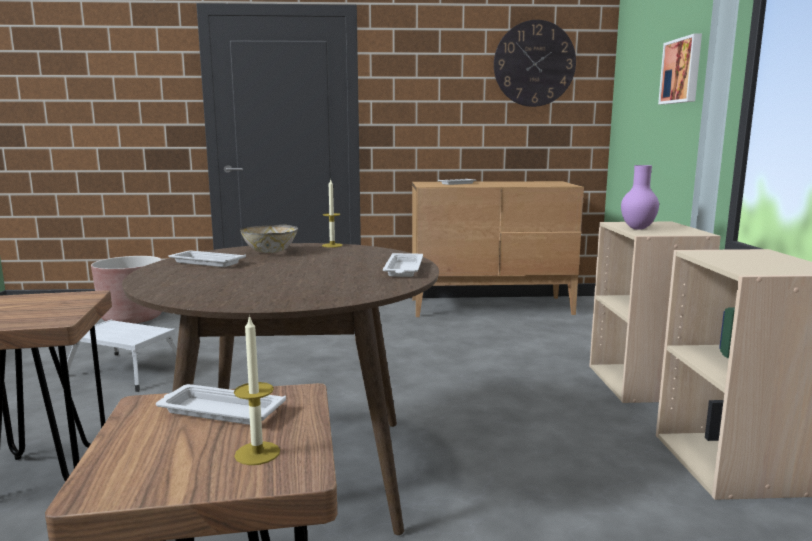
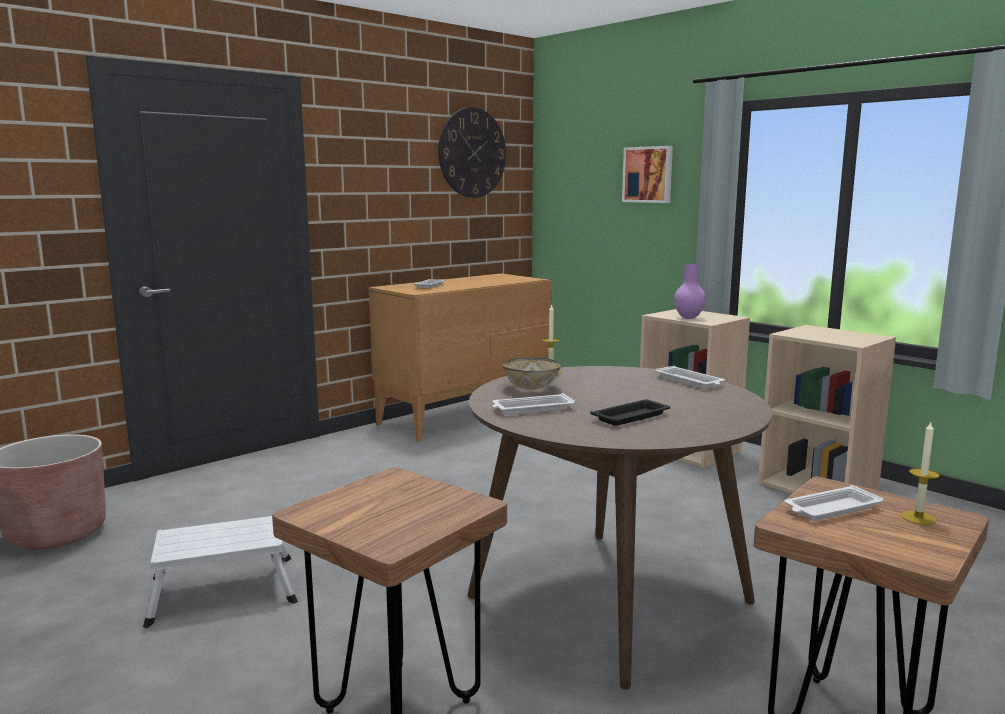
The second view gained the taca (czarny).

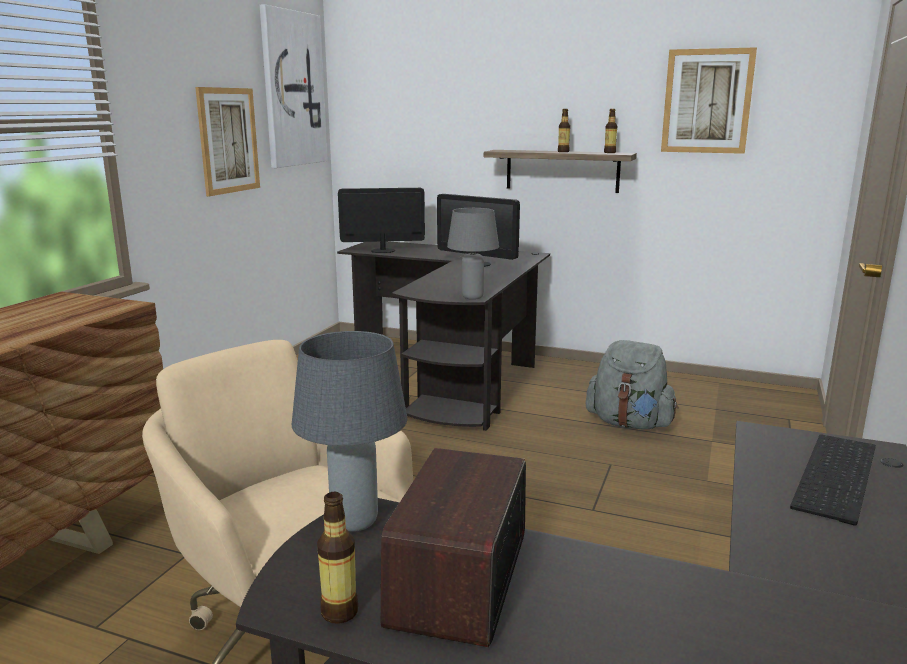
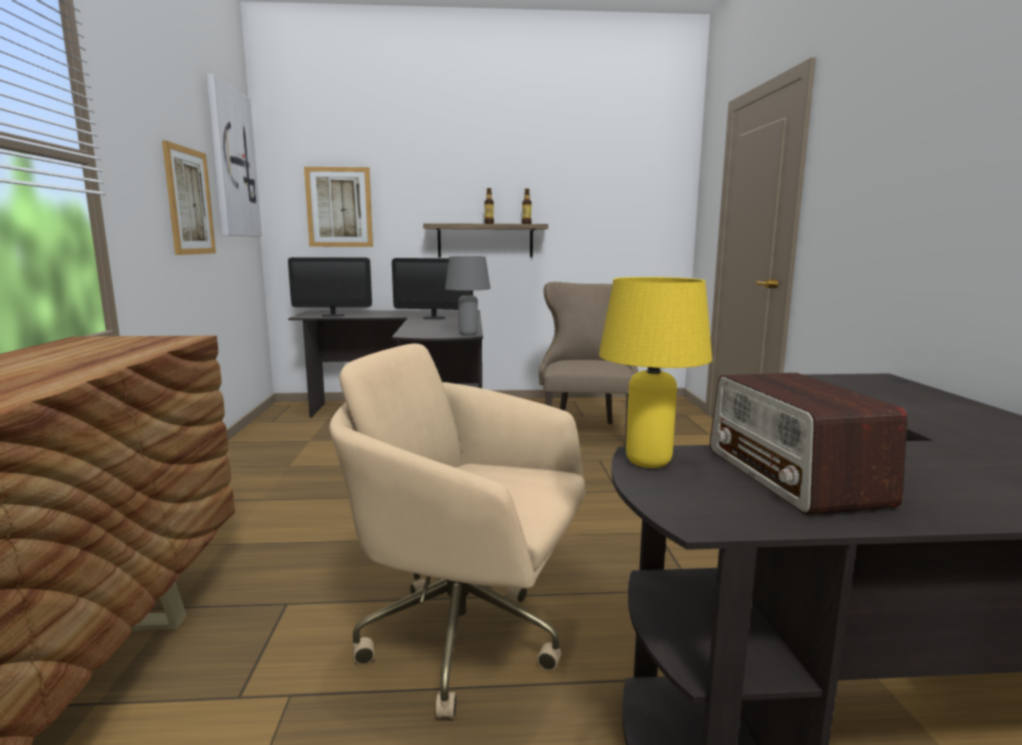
The obraz (no. 3 from left) ended up elsewhere.
The monitor (no. 1 from left) ended up facing another way, 150 degrees counterclockwise from before.
What was the lampa stołowa (szary) (no. 1 from left) turned into the lampa stołowa (żółty).
Where the plecak (szary) stood, the krzesło (beżowy) came to stand.
The second view lost the klawiatura.
The second view lost the butelka (no. 1 from left).

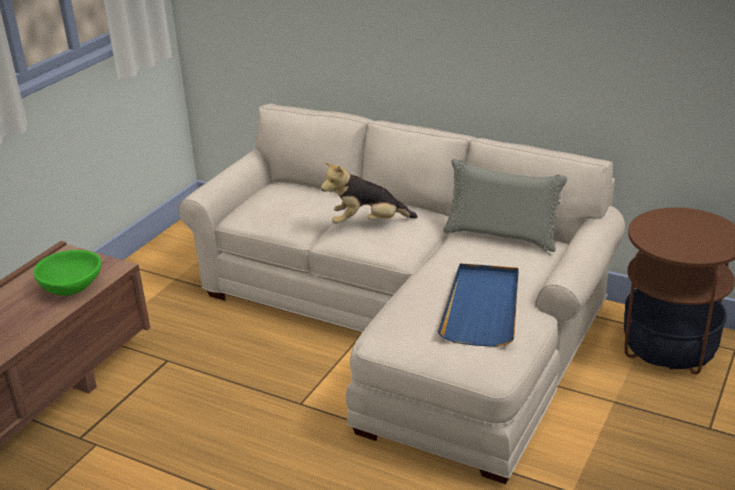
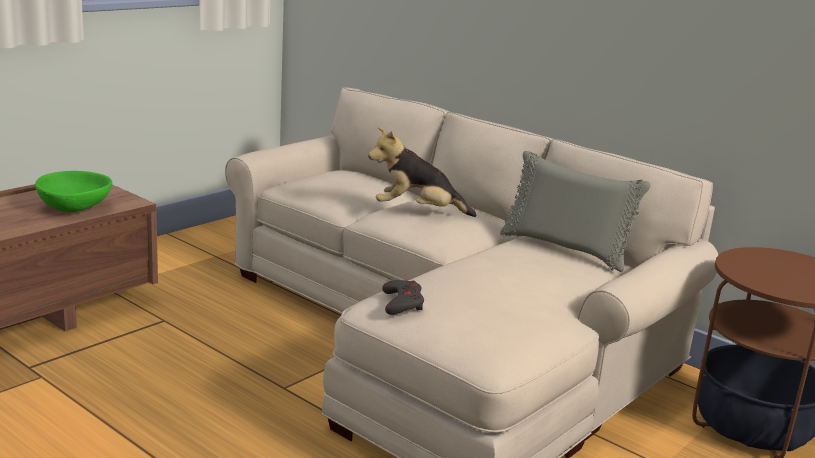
The second view lost the taca (niebieski).
The second view gained the pad do gier (szary).

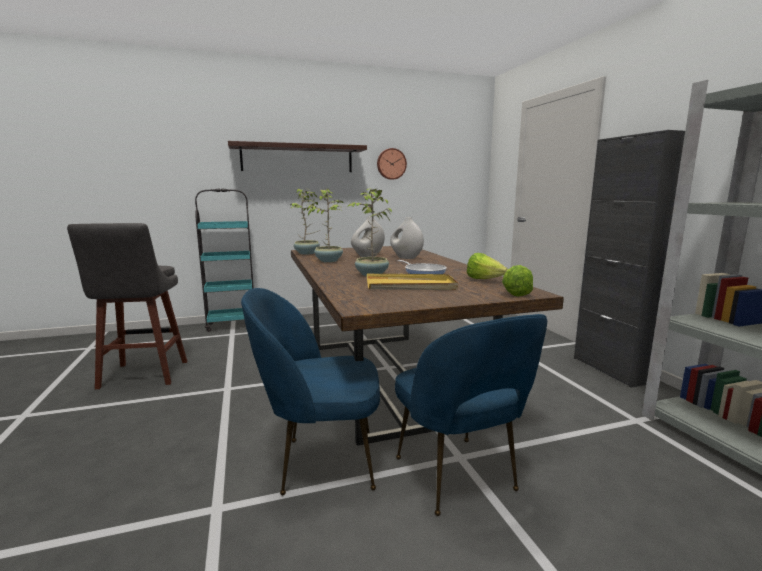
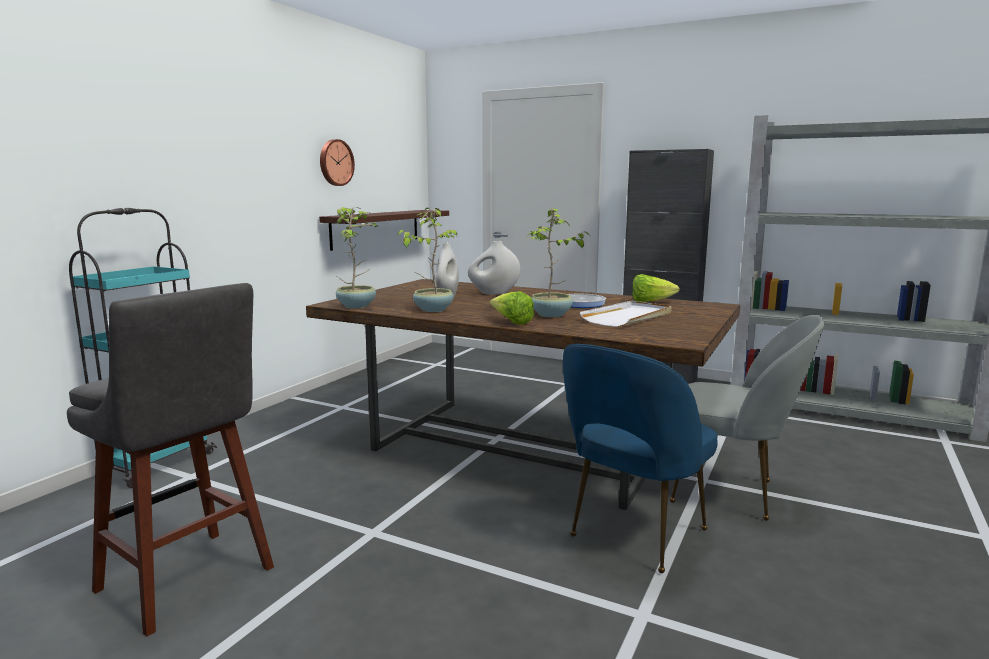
The półka ended up elsewhere.
The sałata (no. 2 from left in the first image) ended up elsewhere.
What was the taca (żółty) turned into the taca (biały).
What was the krzesło (niebieski) (no. 2 from left) turned into the krzesło (szary).

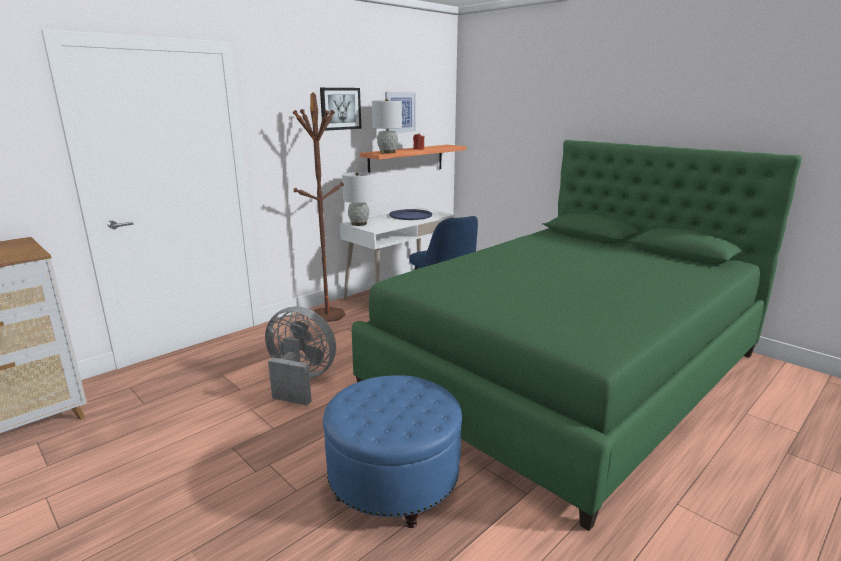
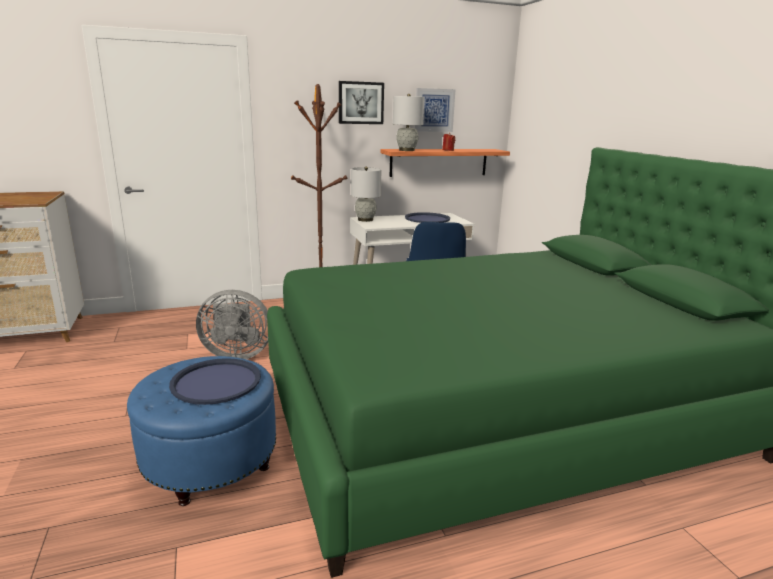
The wentylator (szary) ended up facing another way, 135 degrees clockwise from before.
The second view gained the taca (niebieski) (no. 1 from left).

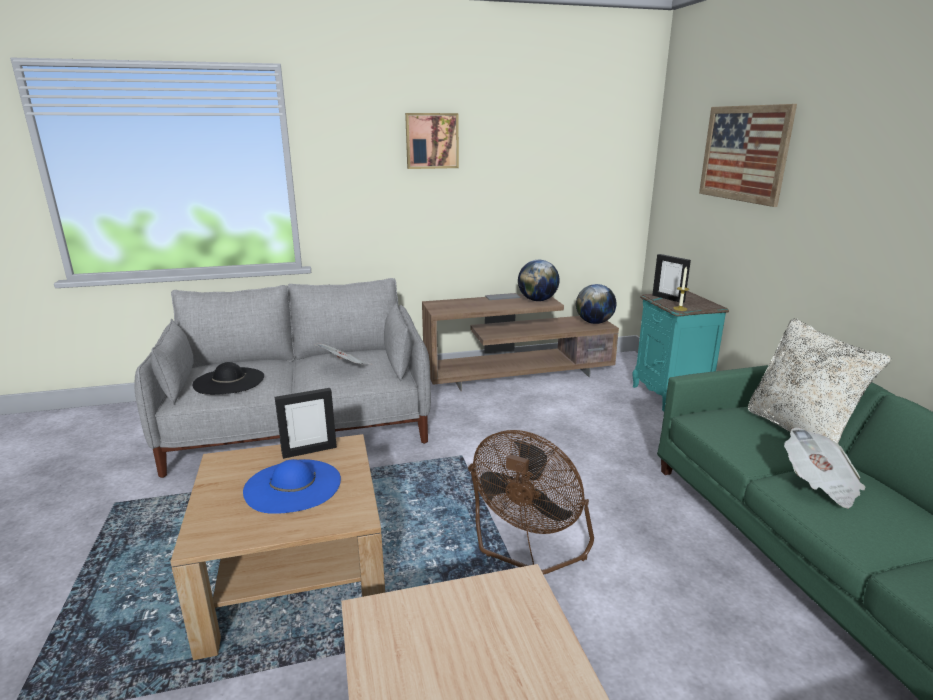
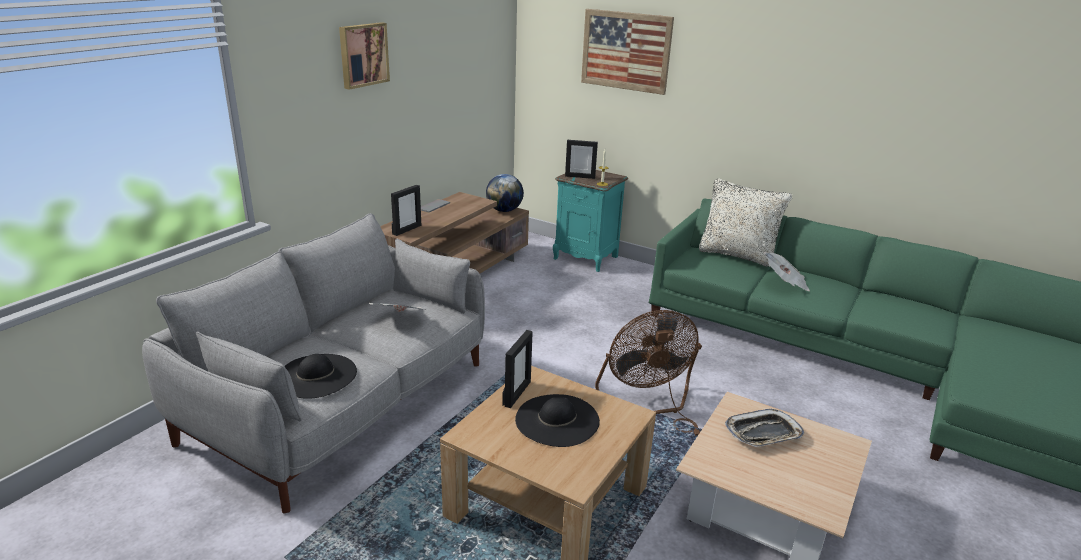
The second view lost the globus (no. 1 from left).
What was the kapelusz (niebieski) turned into the kapelusz (czarny) (no. 2 from left).
The second view gained the ramka na zdjęcie (no. 1 from left).
The second view gained the taca.

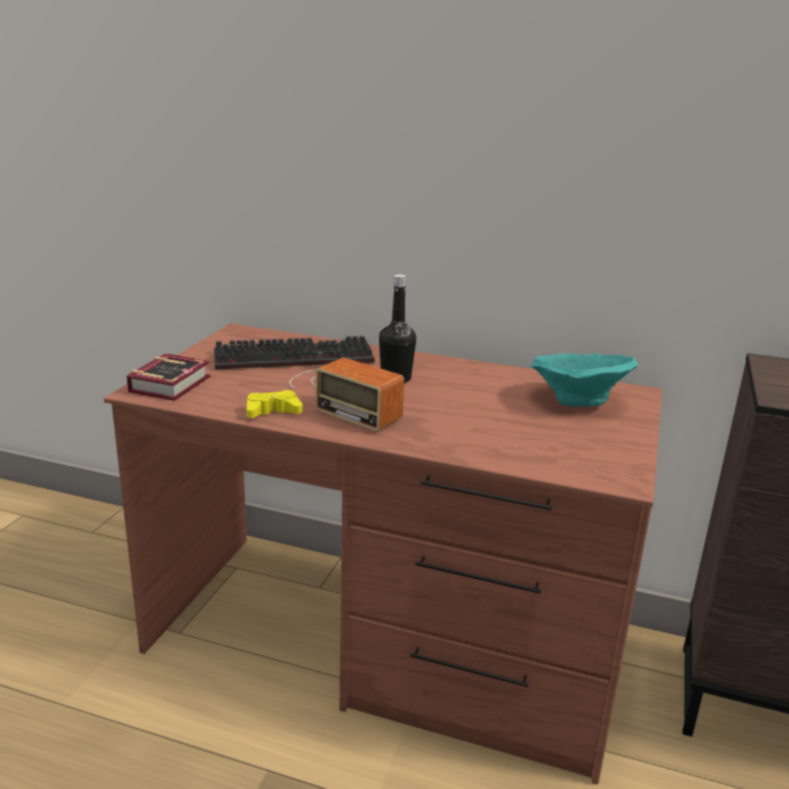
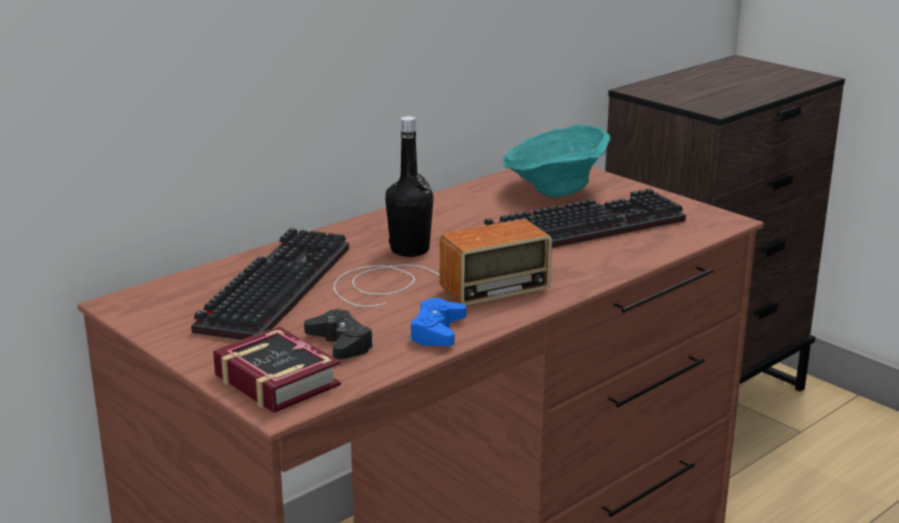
What was the pad do gier (żółty) turned into the pad do gier (niebieski).
The second view gained the klawiatura (no. 2 from left).
The second view gained the pad do gier (czarny).

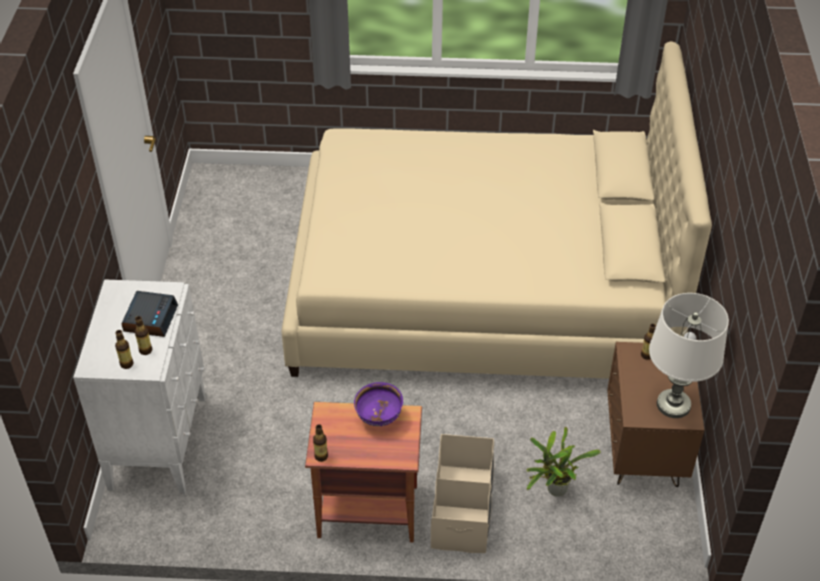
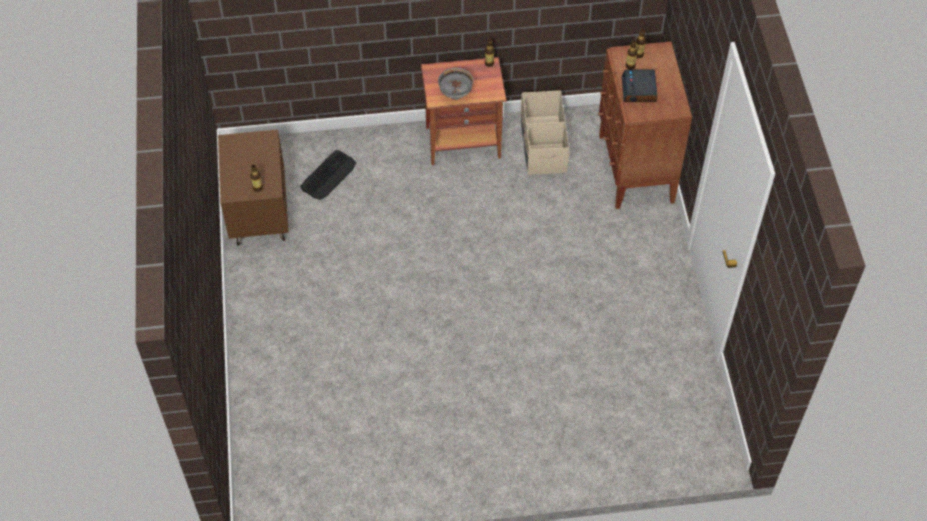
The second view lost the łóżko (beżowy).
What was the komoda (biały) turned into the komoda (brązowy).
The second view lost the lampa stołowa (biały).
What was the miska (fioletowy) turned into the miska (szary).
Where the roślina doniczkowa stood, the klawiatura came to stand.
The pojemnik do przechowywania (beżowy) ended up elsewhere.

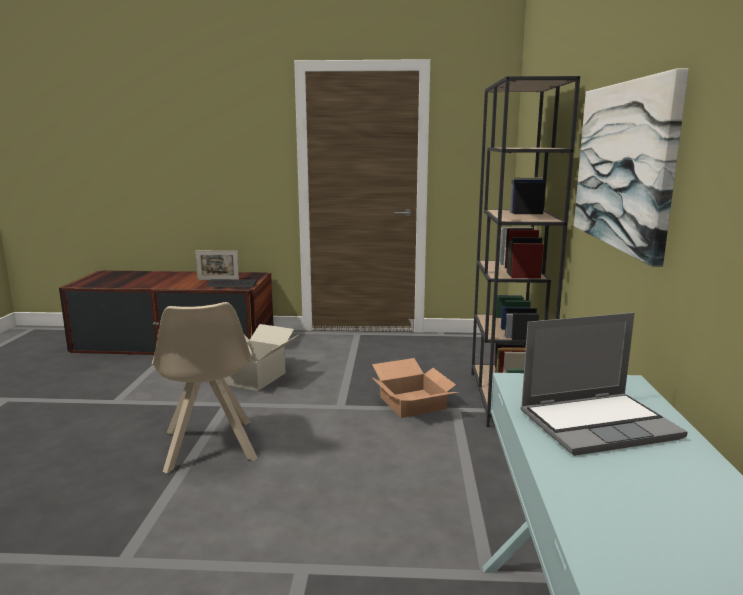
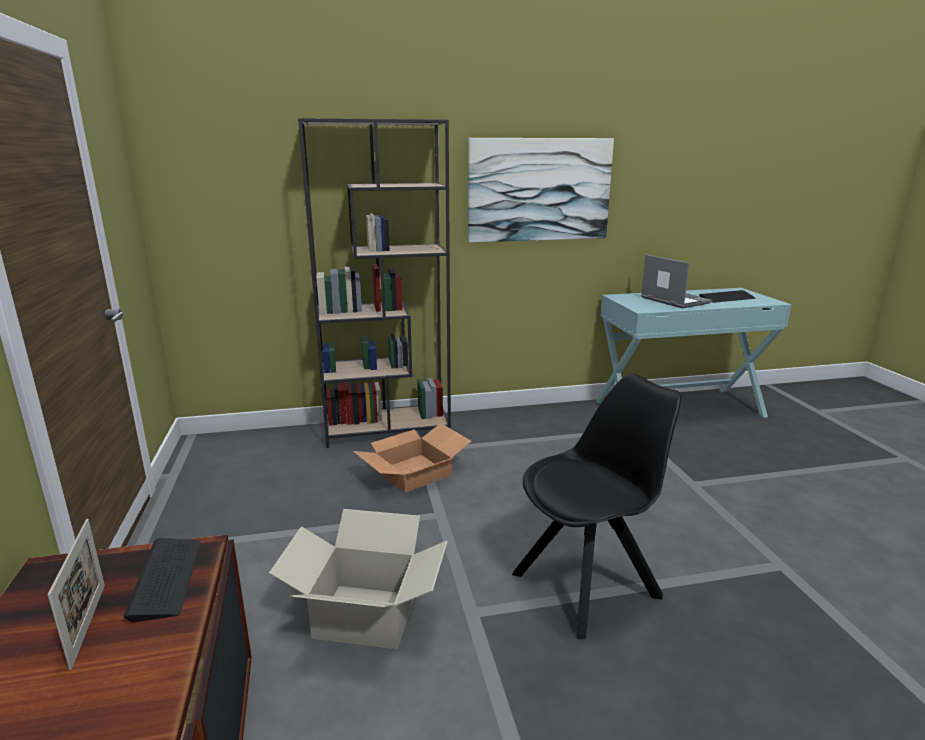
What was the krzesło (beżowy) turned into the krzesło (czarny).
The second view gained the klawiatura (no. 2 from left).

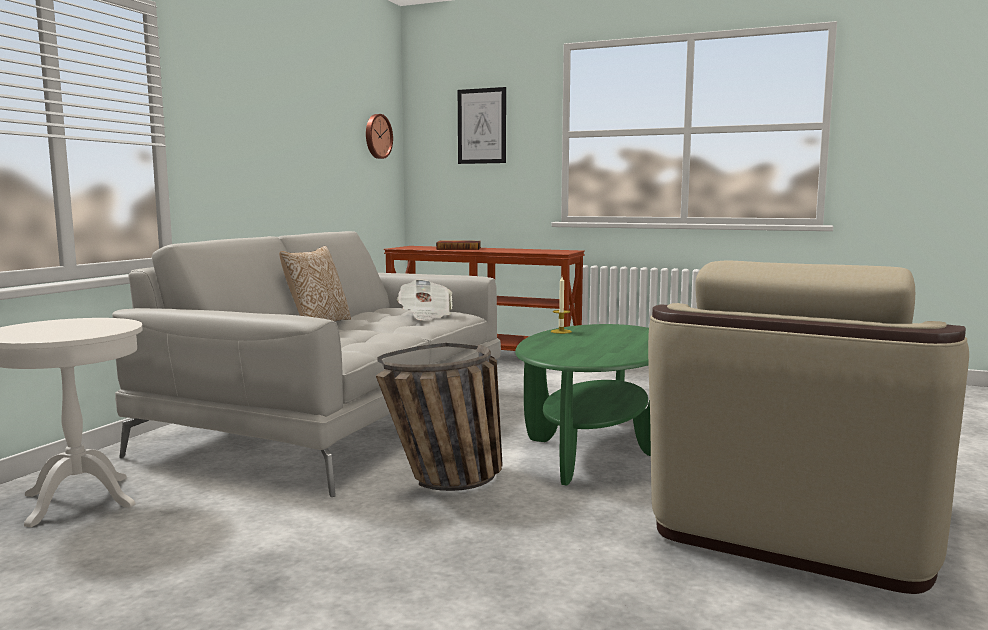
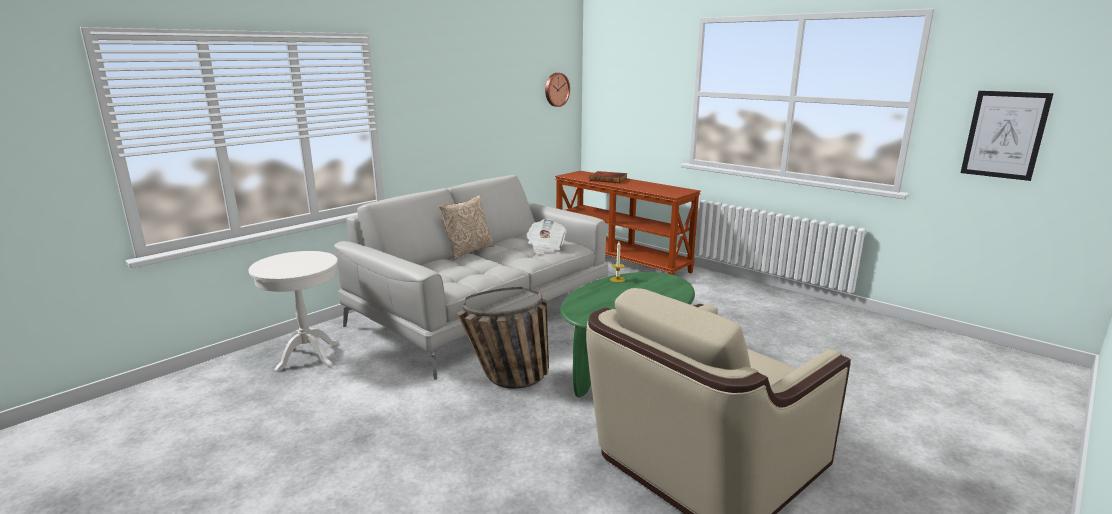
The obraz ended up elsewhere.

